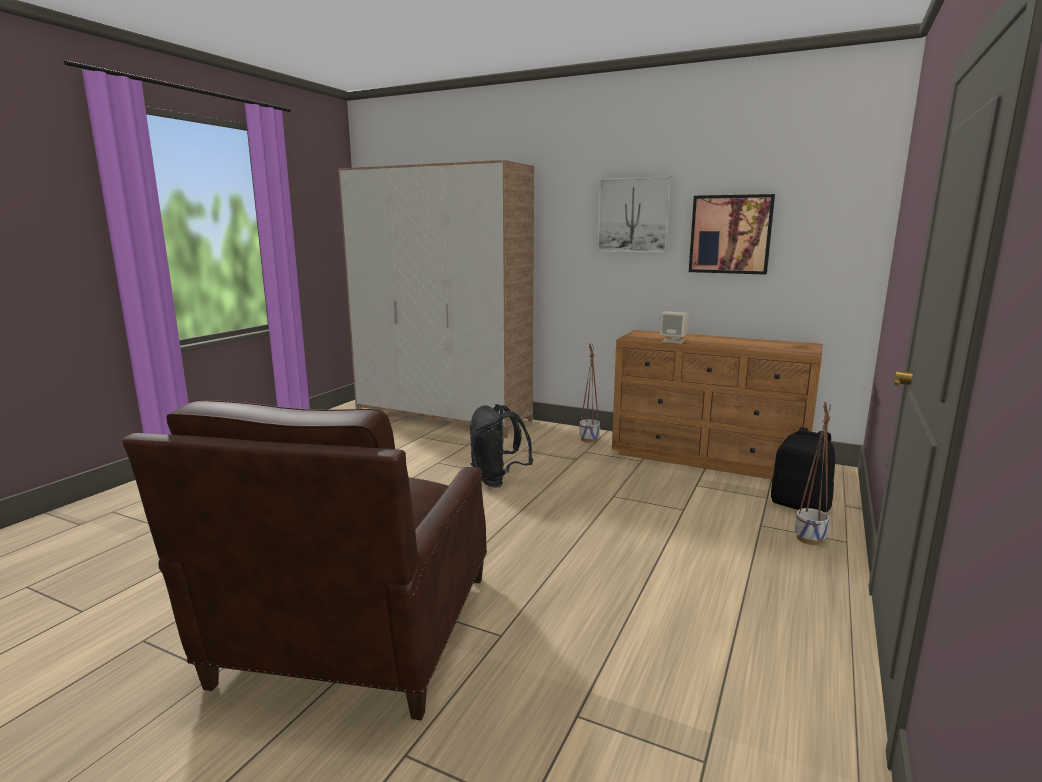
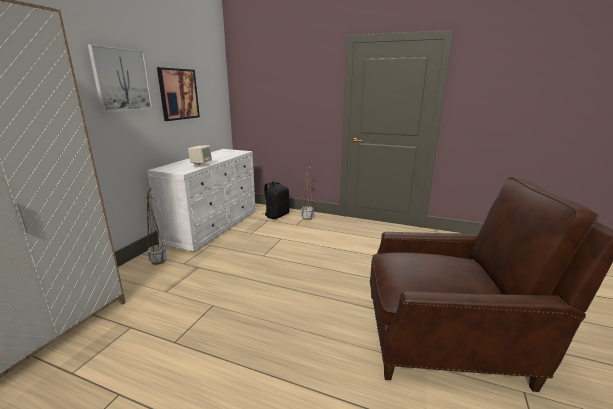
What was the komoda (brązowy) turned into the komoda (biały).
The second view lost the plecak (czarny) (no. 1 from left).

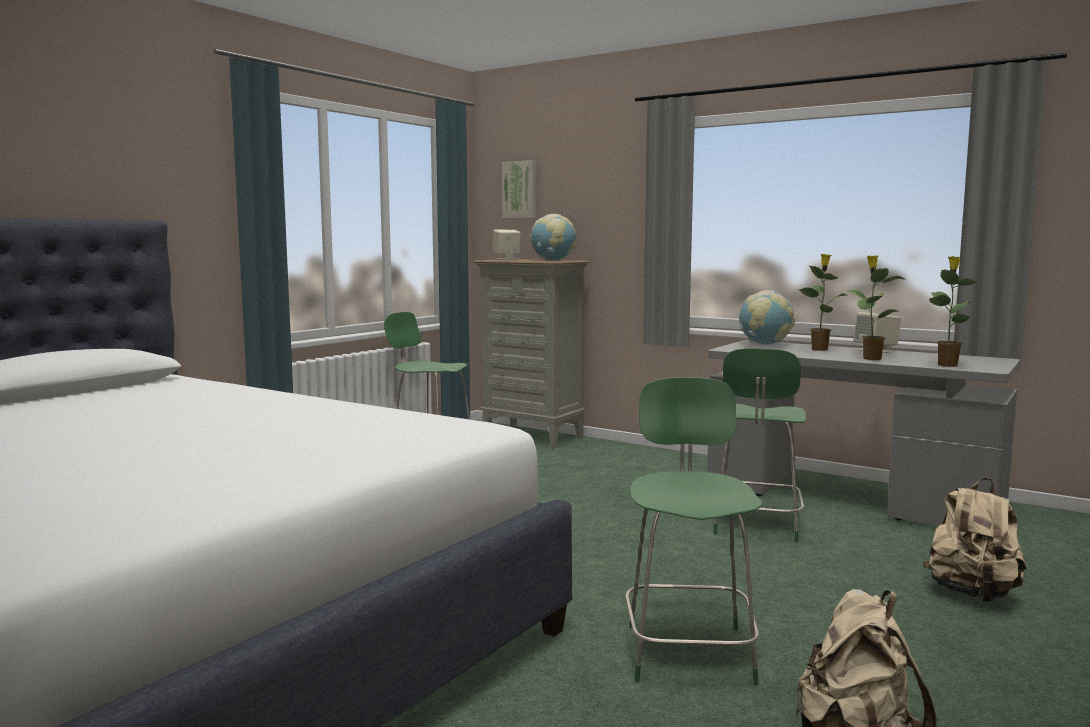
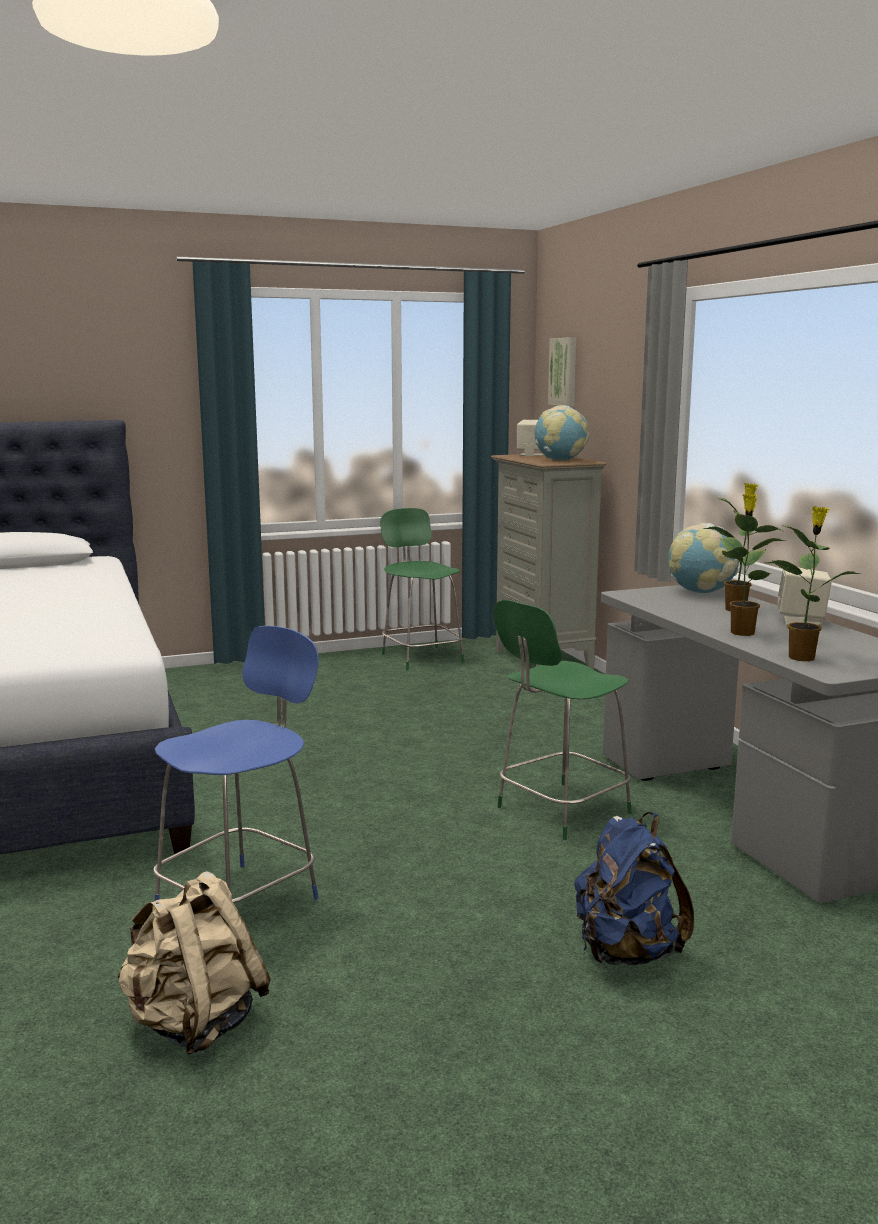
What was the krzesło (zielony) (no. 2 from left) turned into the krzesło (niebieski).
What was the plecak (beżowy) (no. 2 from left) turned into the plecak (niebieski).

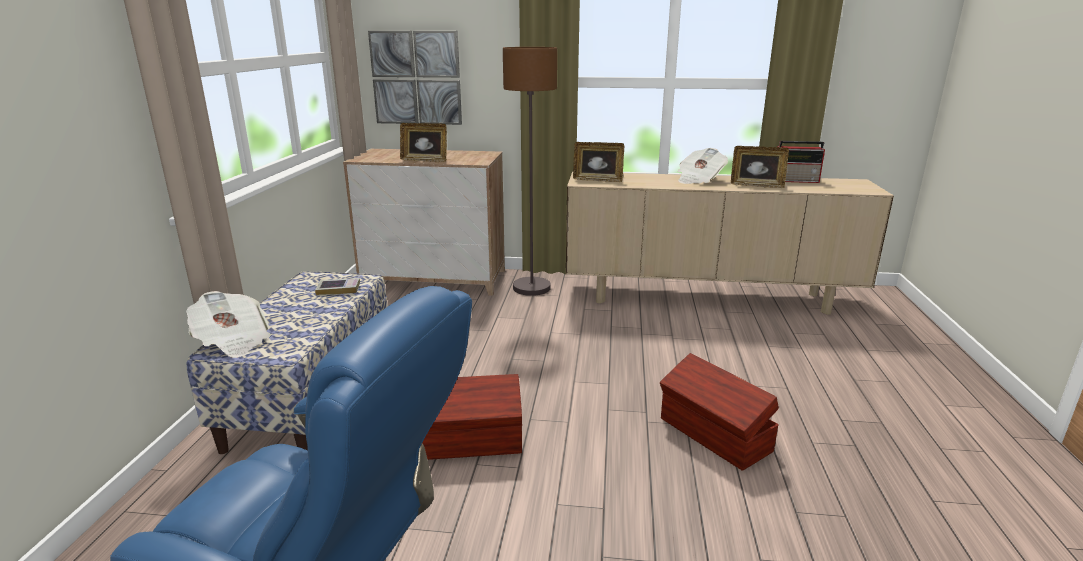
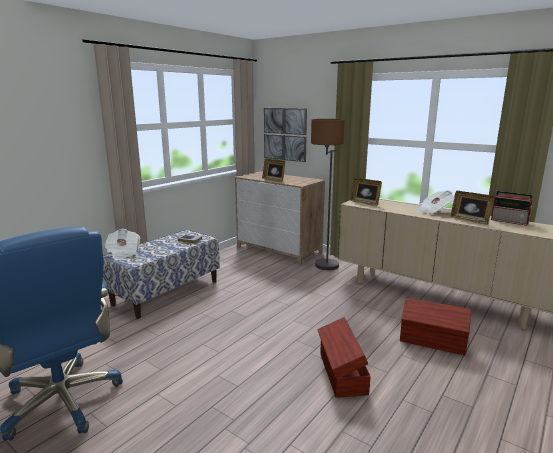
The pojemnik do przechowywania (brązowy) (no. 1 from left in the first image) ended up elsewhere.

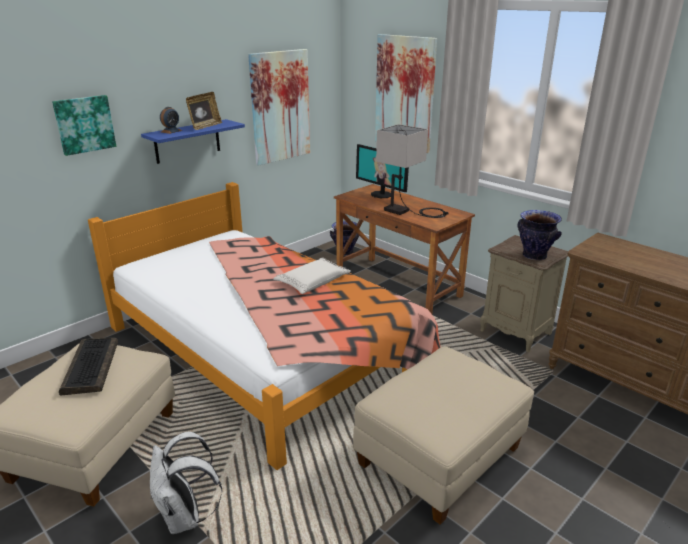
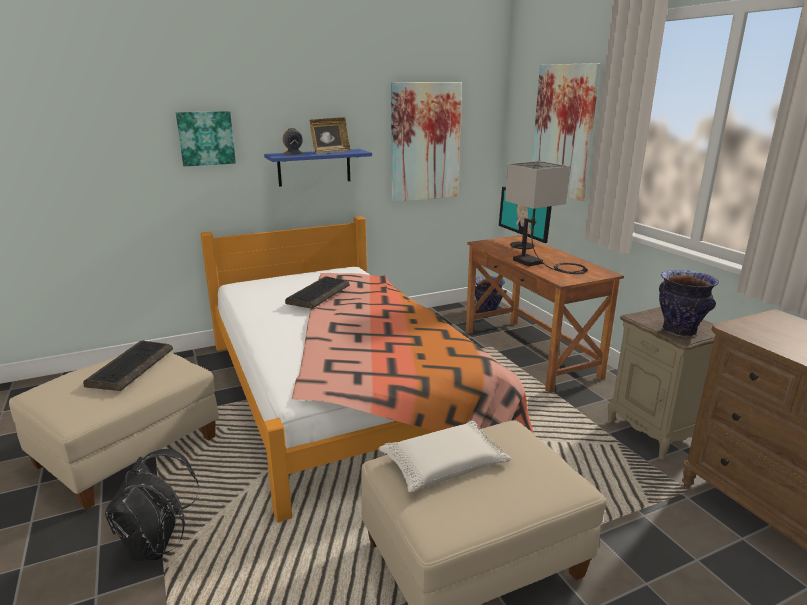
The poduszka (biały) ended up elsewhere.
What was the plecak (biały) turned into the plecak (czarny).
The second view gained the klawiatura (no. 2 from left).

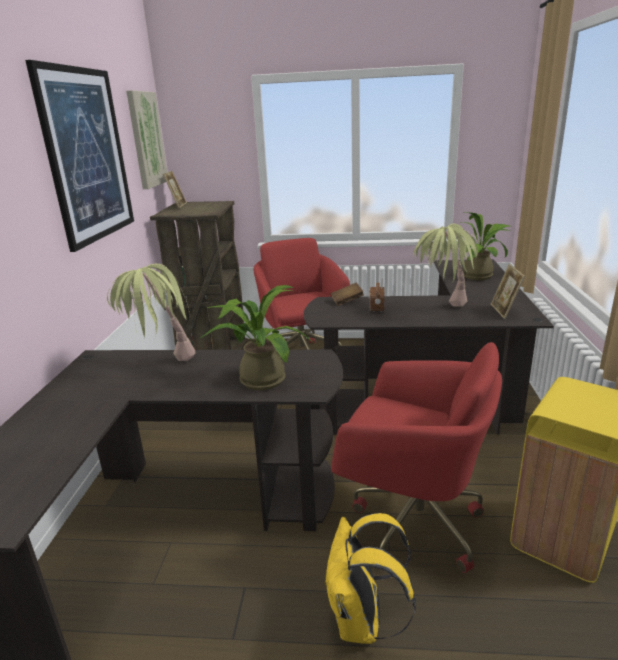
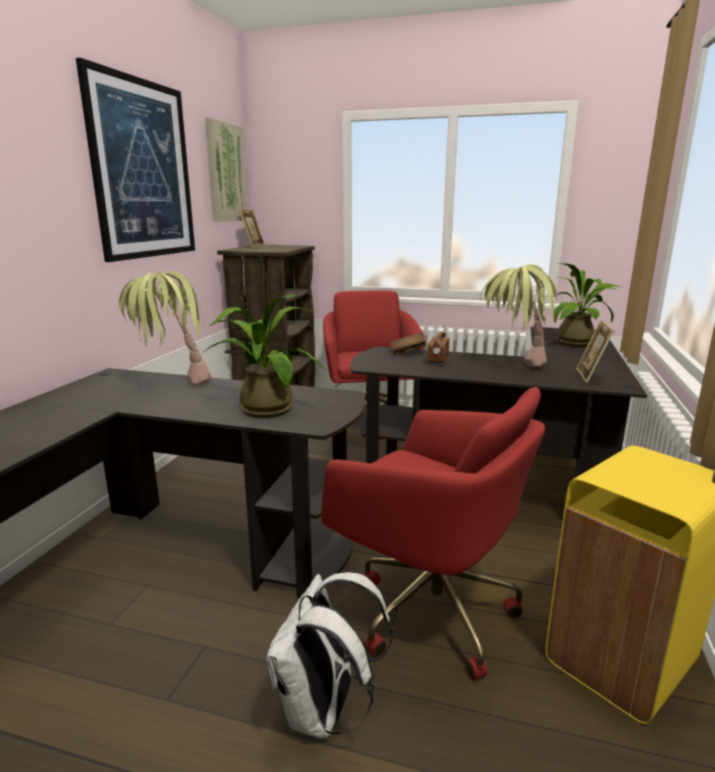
What was the plecak (żółty) turned into the plecak (biały).

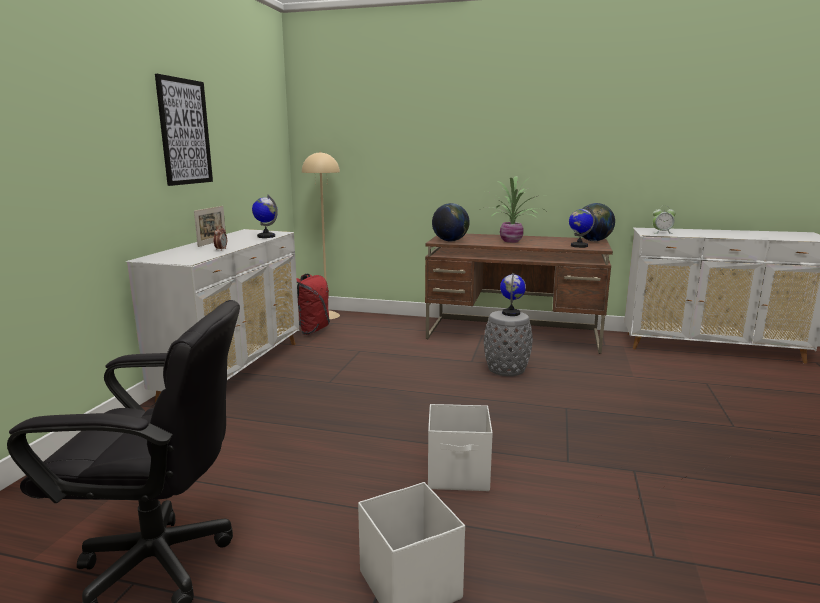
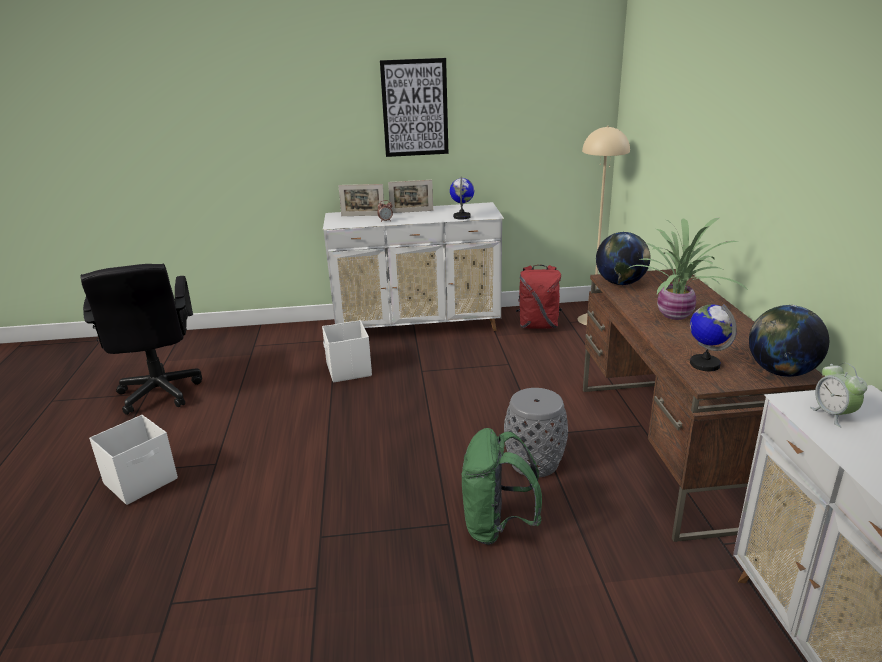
The second view lost the globus (no. 3 from left).
The pojemnik do przechowywania (biały) (no. 2 from left) ended up elsewhere.
The second view gained the ramka na zdjęcie (no. 1 from left).
The second view gained the plecak (zielony).

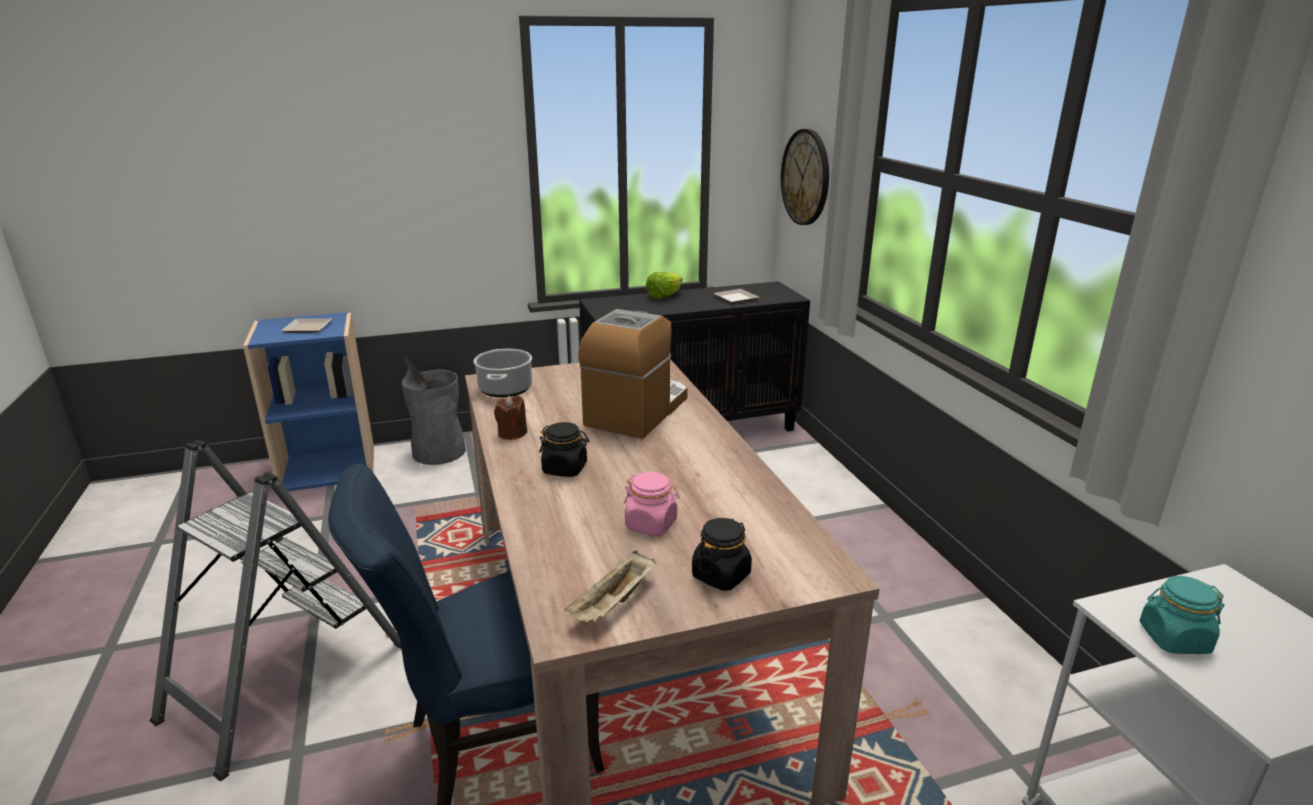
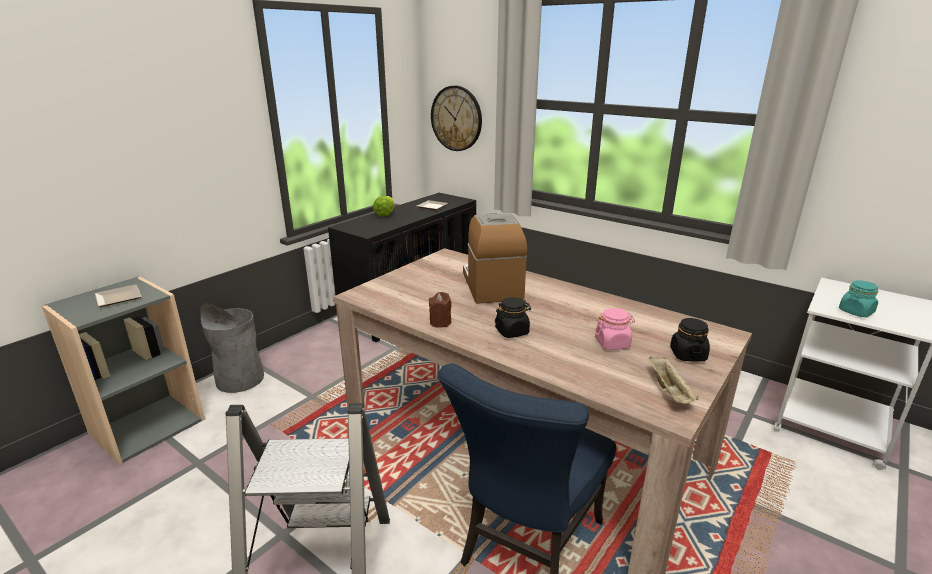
What was the regał (niebieski) turned into the regał (szary).
The second view lost the garnek.

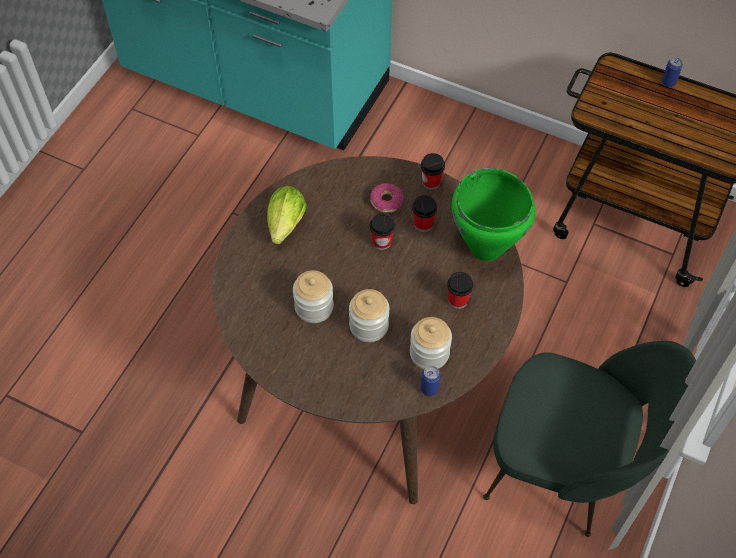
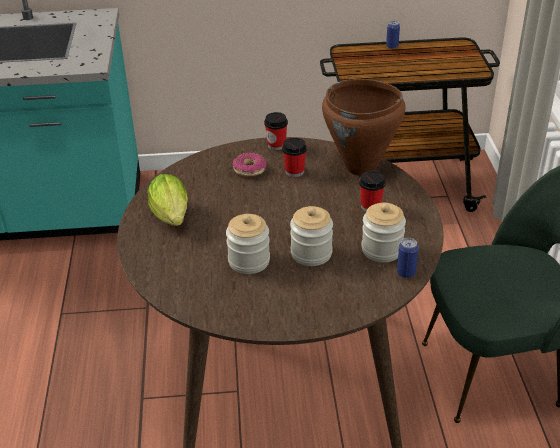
What was the garnek (zielony) turned into the garnek (brązowy).
The second view lost the filiżanka (no. 1 from left).

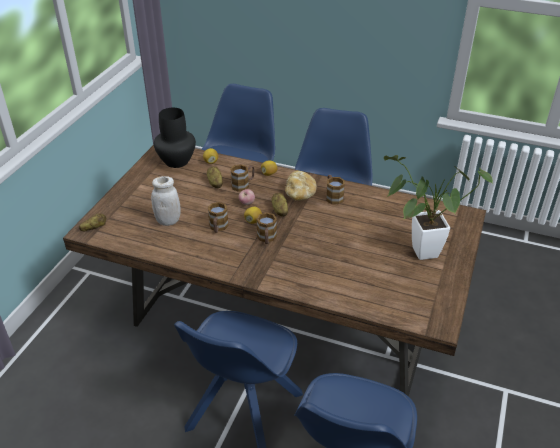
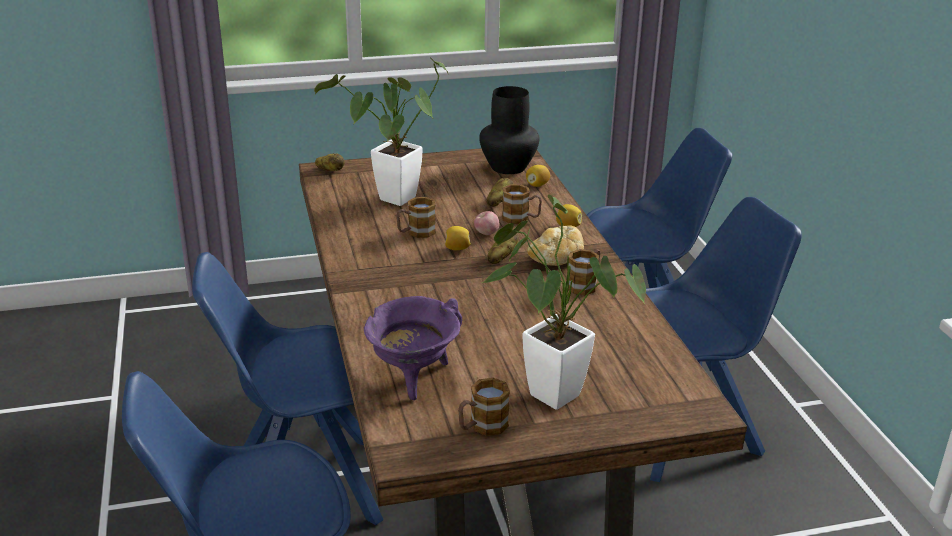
Where the słoik (biały) stood, the roślina doniczkowa (no. 1 from left) came to stand.
The kubek (no. 3 from left in the first image) ended up elsewhere.
The second view gained the garnek (fioletowy).

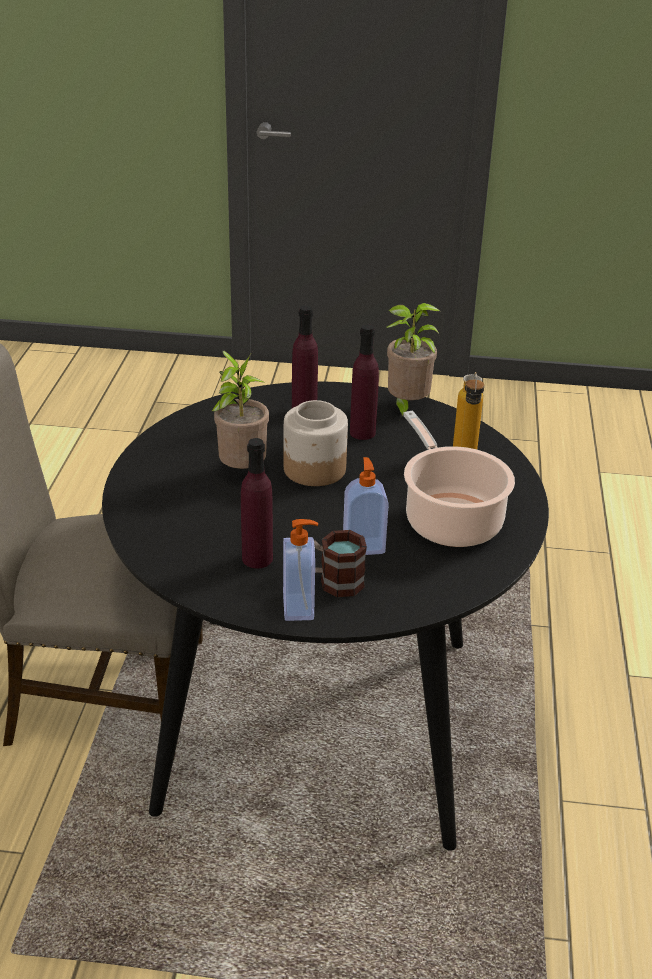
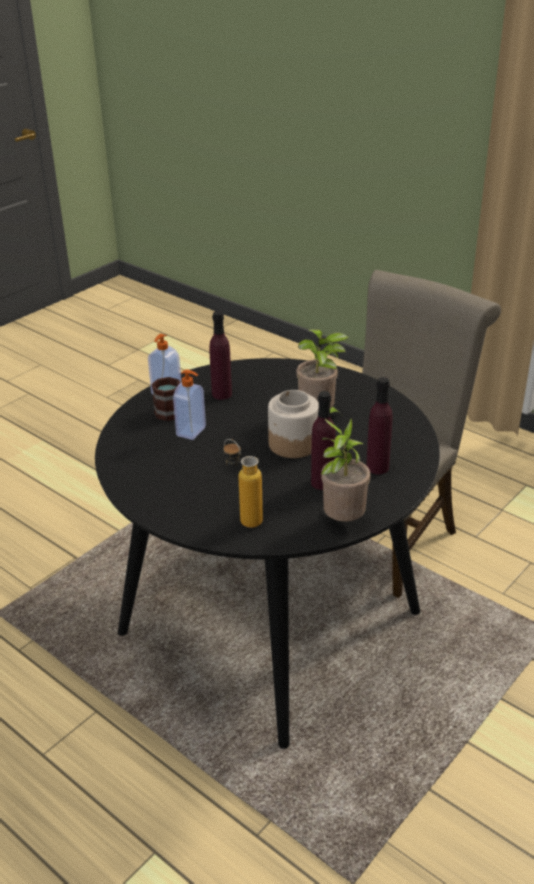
The second view lost the garnek.

